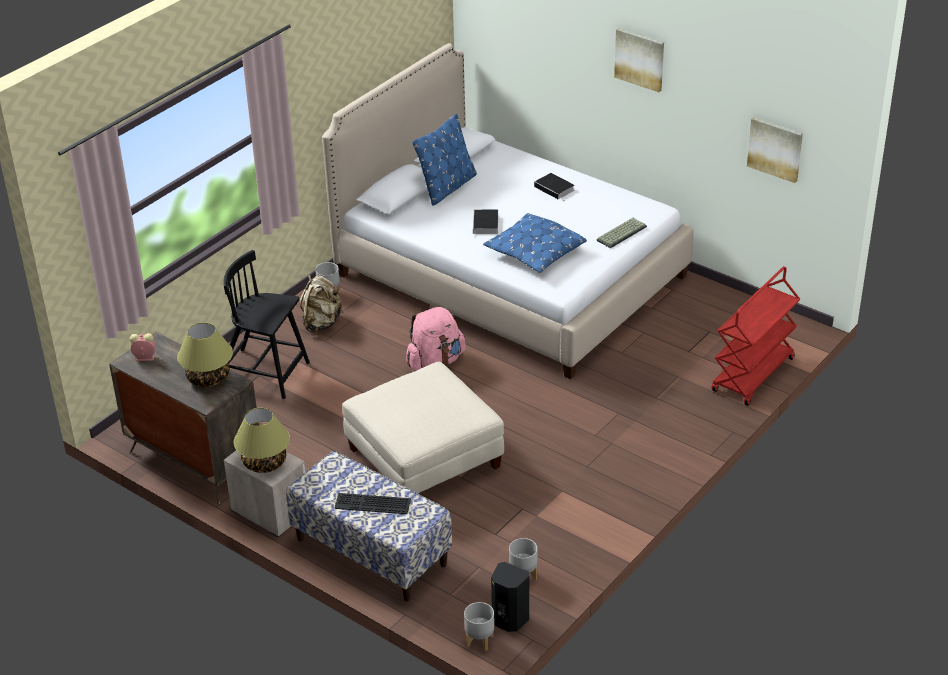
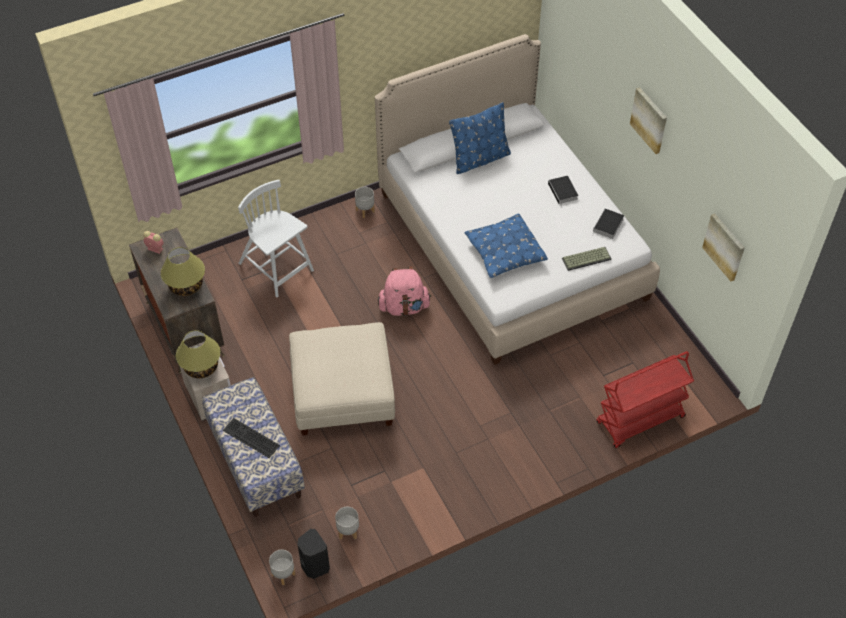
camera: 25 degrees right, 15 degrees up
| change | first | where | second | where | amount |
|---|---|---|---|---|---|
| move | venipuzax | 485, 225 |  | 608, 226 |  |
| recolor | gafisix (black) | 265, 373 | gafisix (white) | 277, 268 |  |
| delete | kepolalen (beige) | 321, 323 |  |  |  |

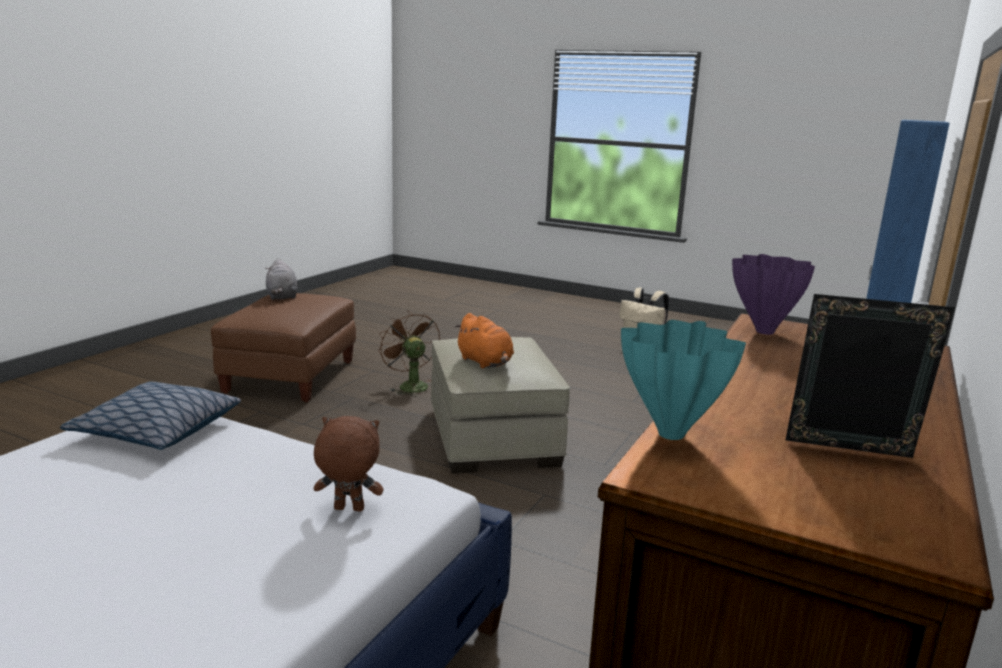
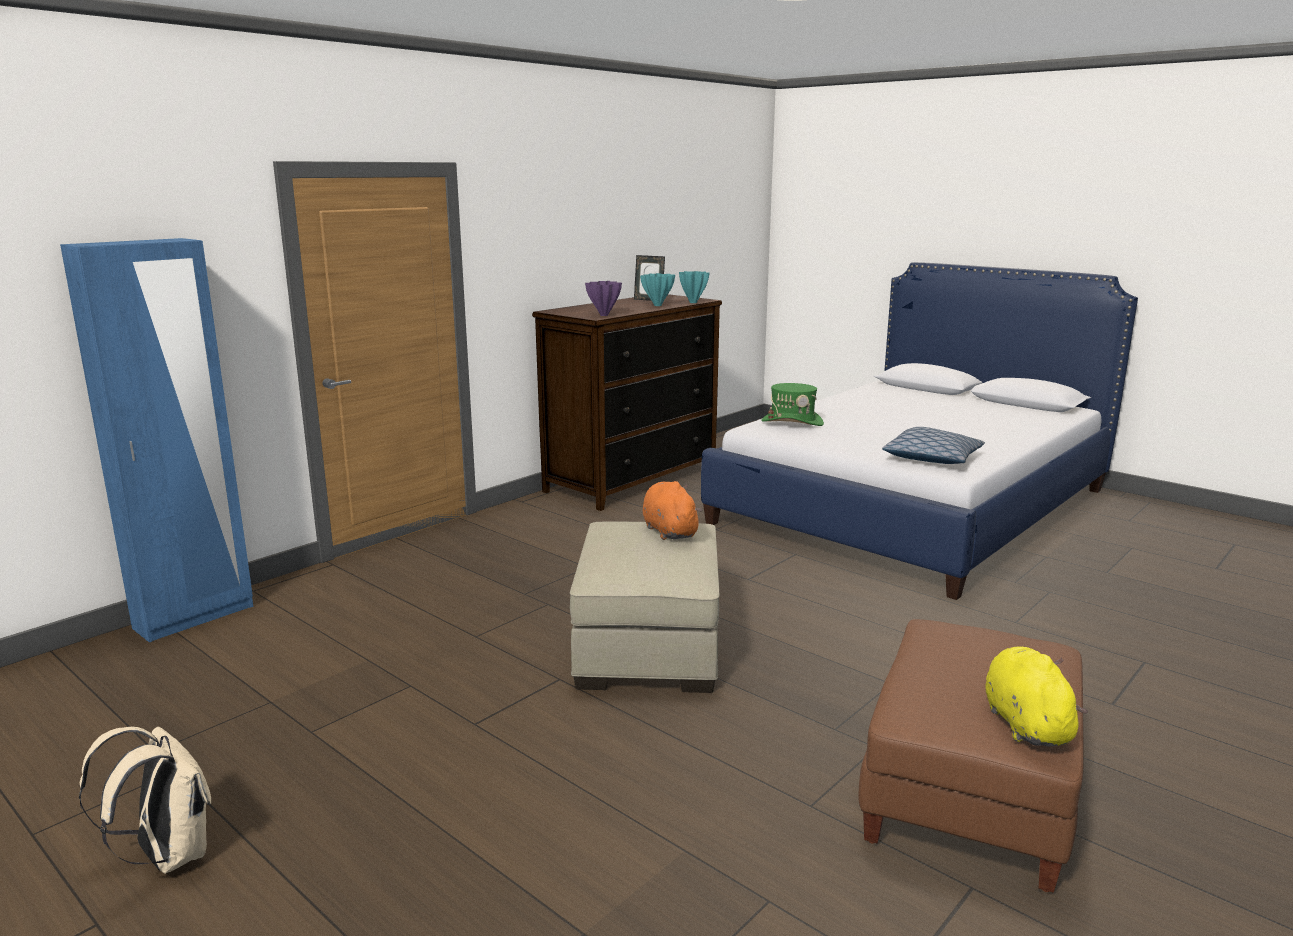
camera: 165 degrees left, 0 degrees up
| change | first | where | second | where | amount |
|---|---|---|---|---|---|
| recolor | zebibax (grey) | 282, 297 | zebibax (yellow) | 1025, 723 |  |
| delete | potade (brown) | 409, 385 |  |  |  |
| replace | zebibax (brown) | 348, 510 | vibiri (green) | 792, 422 |  |
| insert |  |  | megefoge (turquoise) | 658, 305 |  |

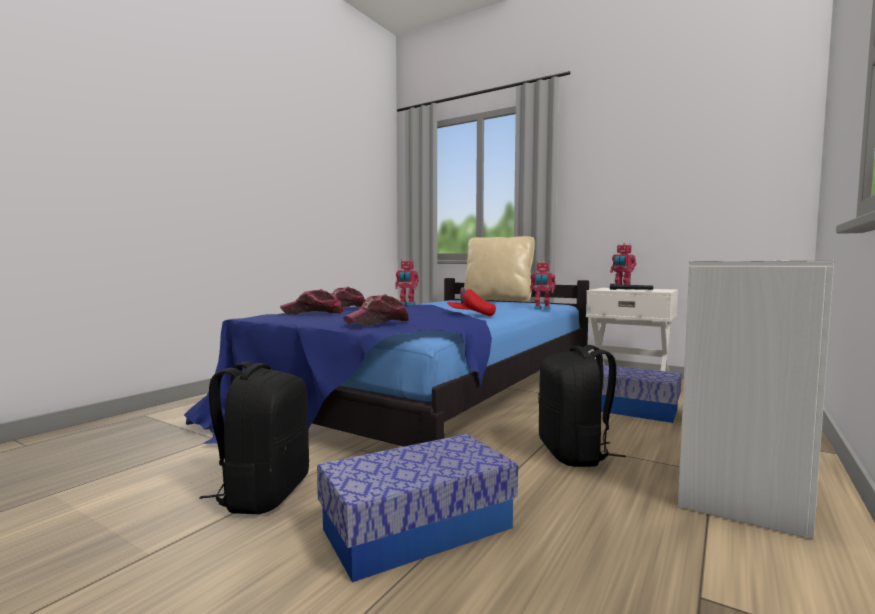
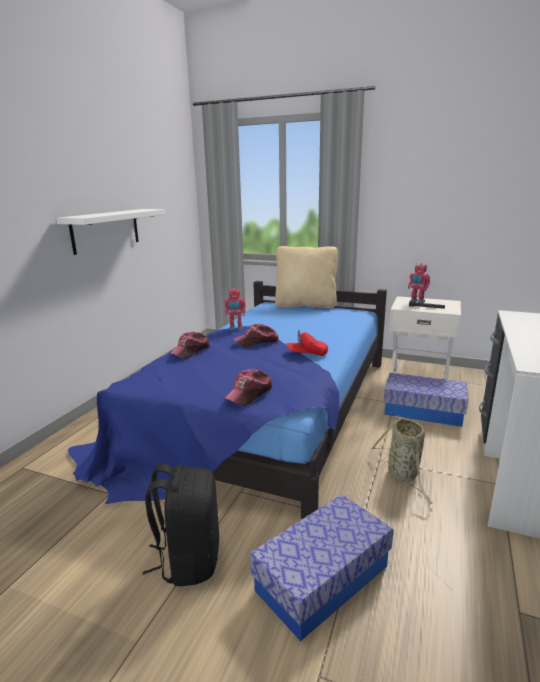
camera: 10 degrees left, 15 degrees up
| change | first | where | second | where | amount |
|---|---|---|---|---|---|
| delete | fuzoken | 542, 309 |  |  |  |
| move | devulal | 313, 313 |  | 257, 342 |  |
| replace | kepolalen (black) | 575, 454 | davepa | 403, 475 |  |
| insert |  |  | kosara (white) | 106, 230 |  |

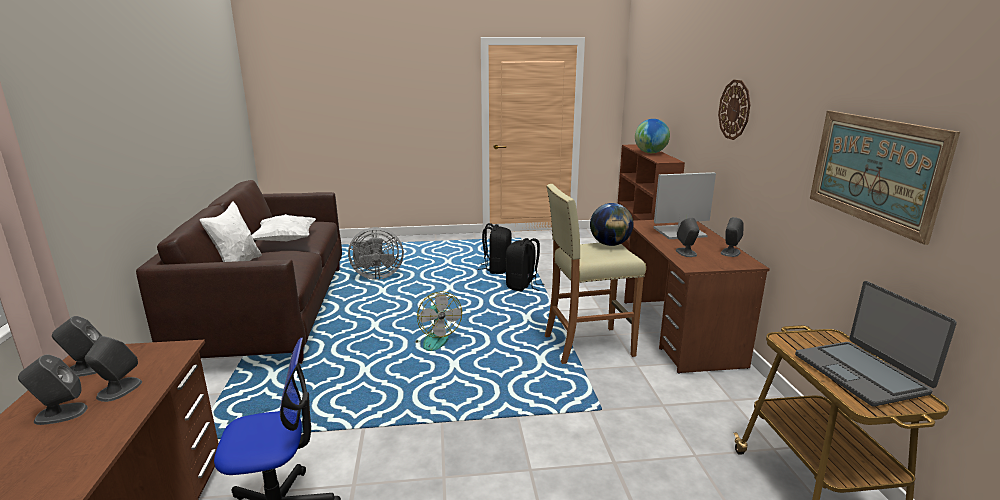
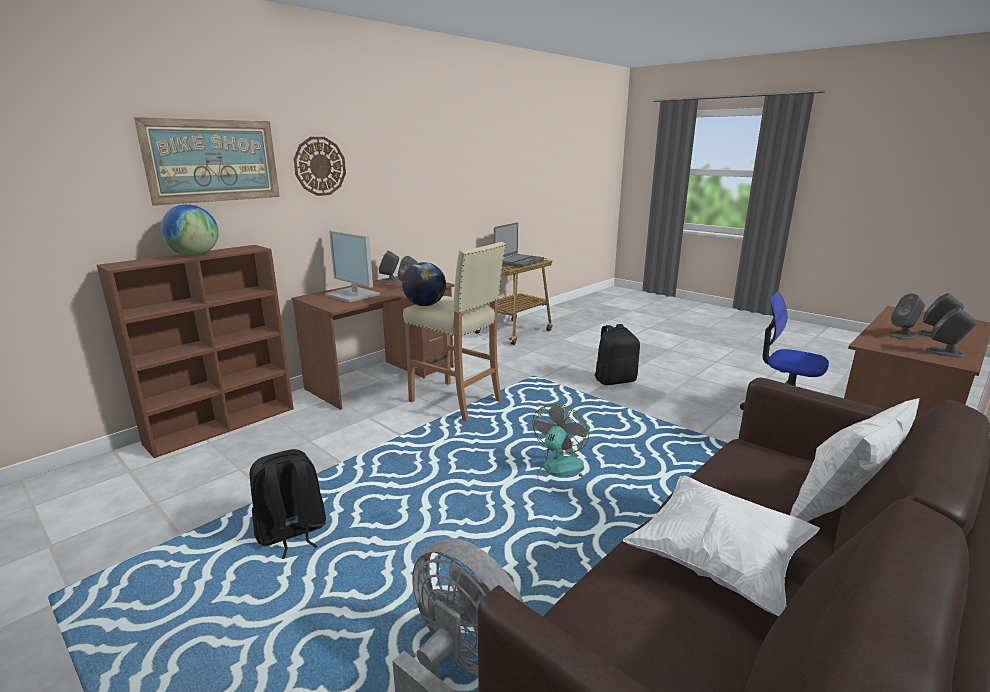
camera: 130 degrees left, 0 degrees up
| change | first | where | second | where | amount |
|---|---|---|---|---|---|
| move | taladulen | 874, 170 |  | 213, 161 |  |
| move | kepolalen (black) | 522, 286 |  | 615, 380 |  |

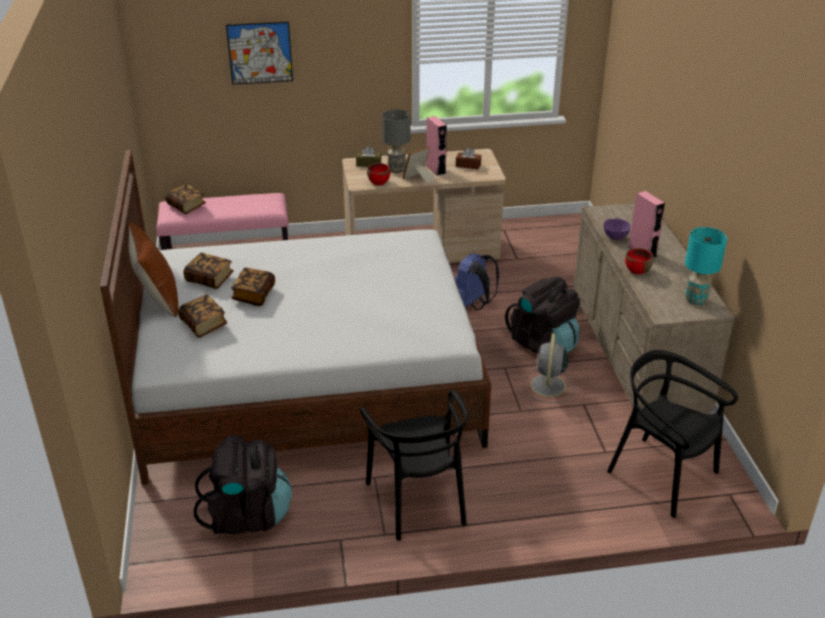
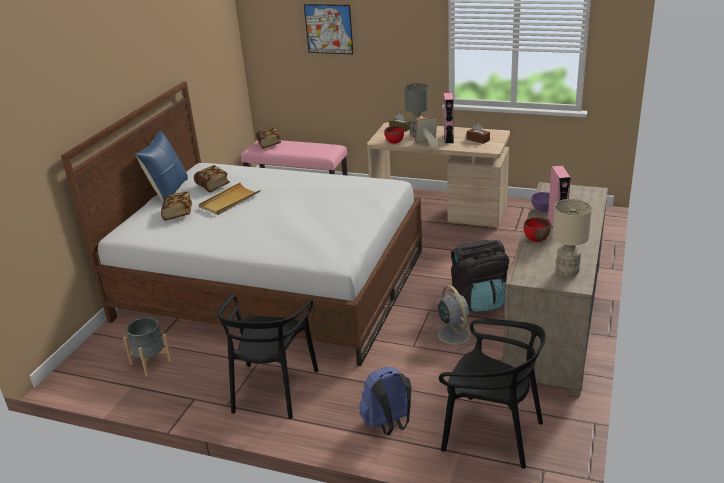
camera: 30 degrees right, 5 degrees down
| change | first | where | second | where | amount |
|---|---|---|---|---|---|
| recolor | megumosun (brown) | 158, 299 | megumosun (blue) | 168, 191 |  |
| recolor | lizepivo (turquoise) | 695, 300 | lizepivo (beige) | 567, 272 |  |
| move | kepolalen (blue) | 473, 304 |  | 388, 425 |  |
| replace | venipuzax | 254, 295 | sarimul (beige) | 229, 201 |  |
| rotate | potade (grey) | 548, 387 |  | 453, 333 | 120 degrees clockwise |
| rotate | gafisix (black) | 662, 475 |  | 492, 433 | 135 degrees clockwise |
| replace | kepolalen (black) | 247, 515 | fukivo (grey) | 151, 362 |  |

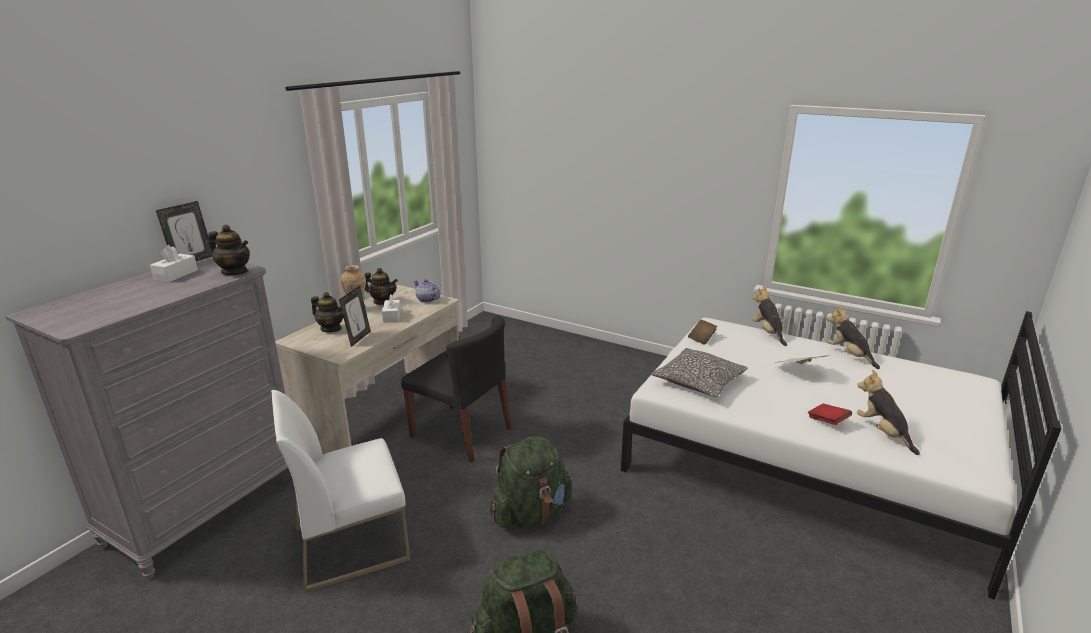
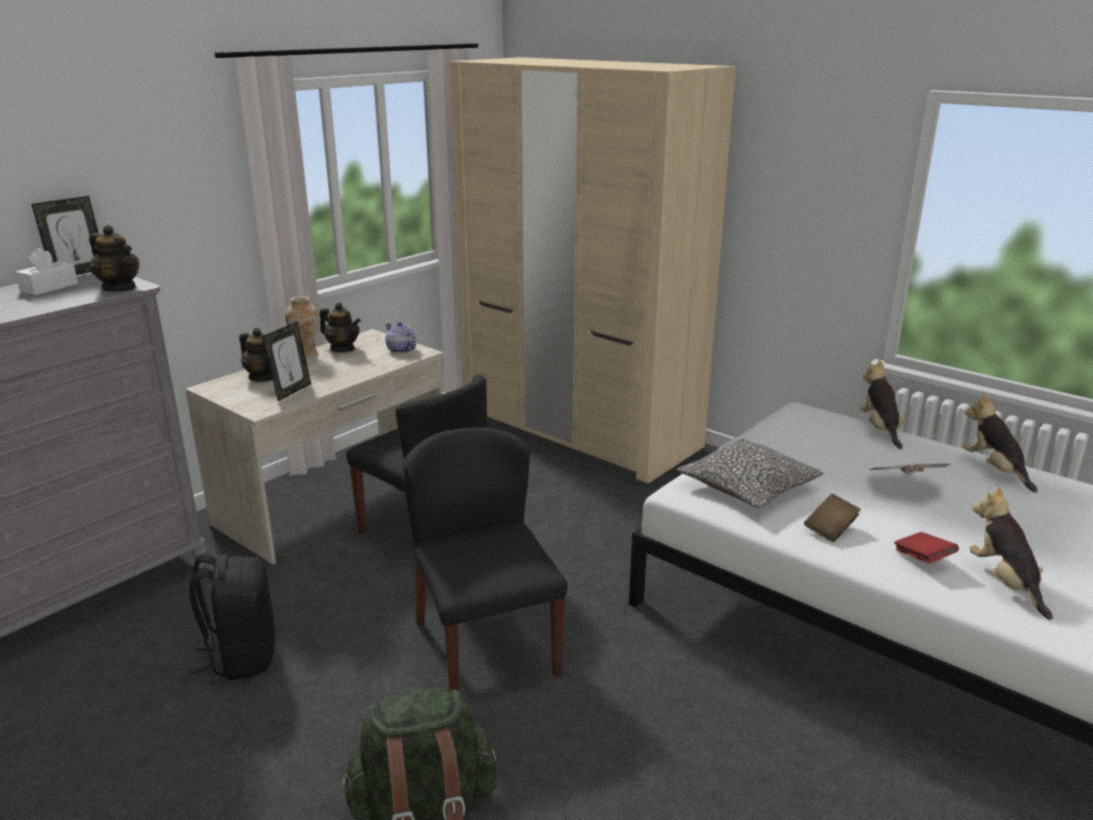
camera: 10 degrees right, 0 degrees up
| change | first | where | second | where | amount |
|---|---|---|---|---|---|
| delete | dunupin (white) | 392, 316 |  |  |  |
| move | venipuzax (brown) | 702, 338 |  | 830, 529 |  |
| replace | gafisix (white) | 352, 542 | kepolalen (black) | 242, 656 |  |
| replace | kepolalen (green) | 531, 513 | gafisix (black) | 485, 647 |  |
| insert |  |  | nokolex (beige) | 579, 430 |  |

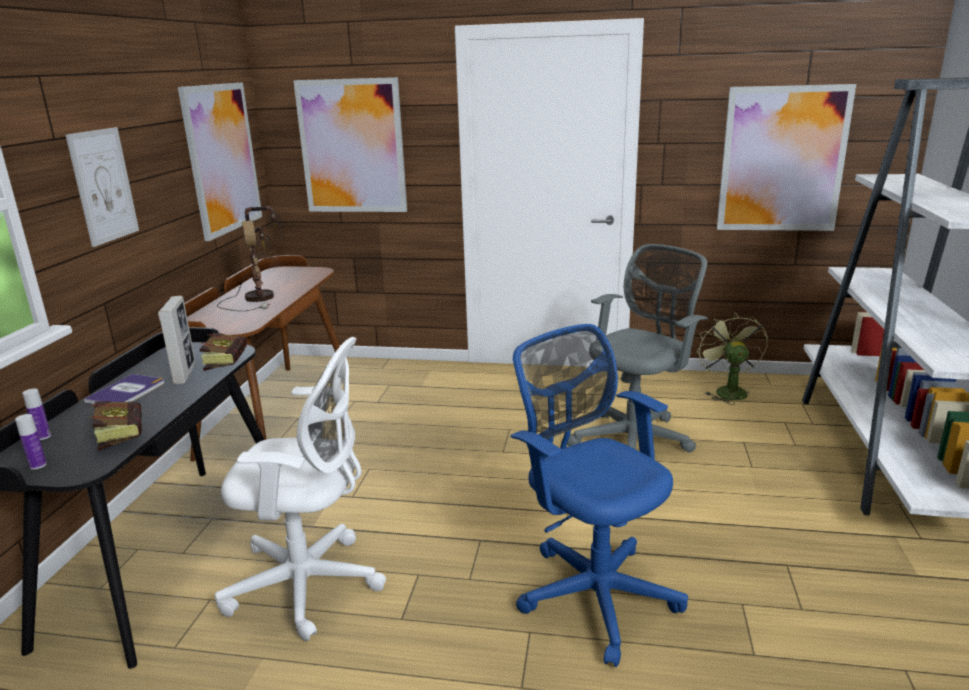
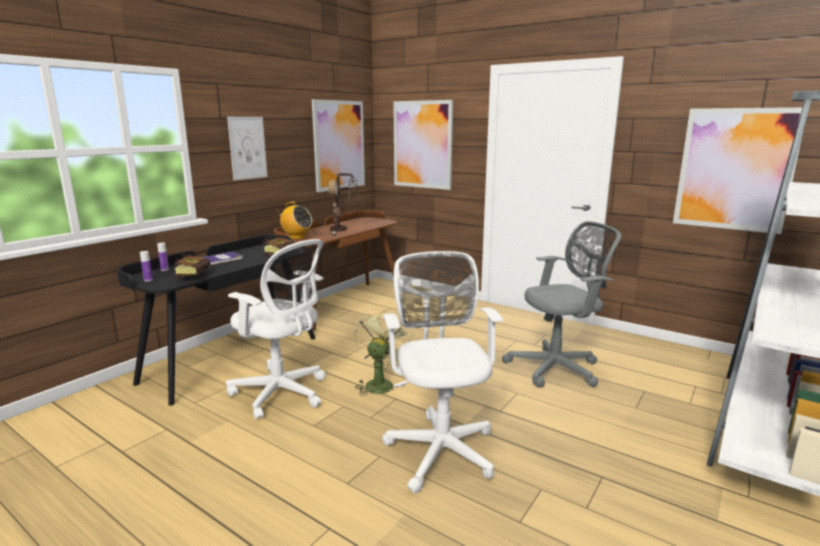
camera: 25 degrees right, 5 degrees down
| change | first | where | second | where | amount |
|---|---|---|---|---|---|
| delete | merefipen | 185, 374 |  |  |  |
| move | potade (green) | 727, 391 |  | 381, 383 |  |
| recolor | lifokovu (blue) | 593, 591 | lifokovu (white) | 440, 447 |  |
| insert |  |  | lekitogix | 296, 237 |  |

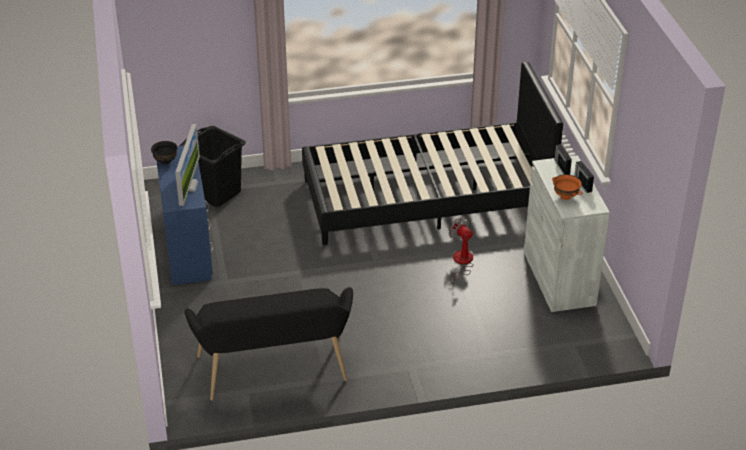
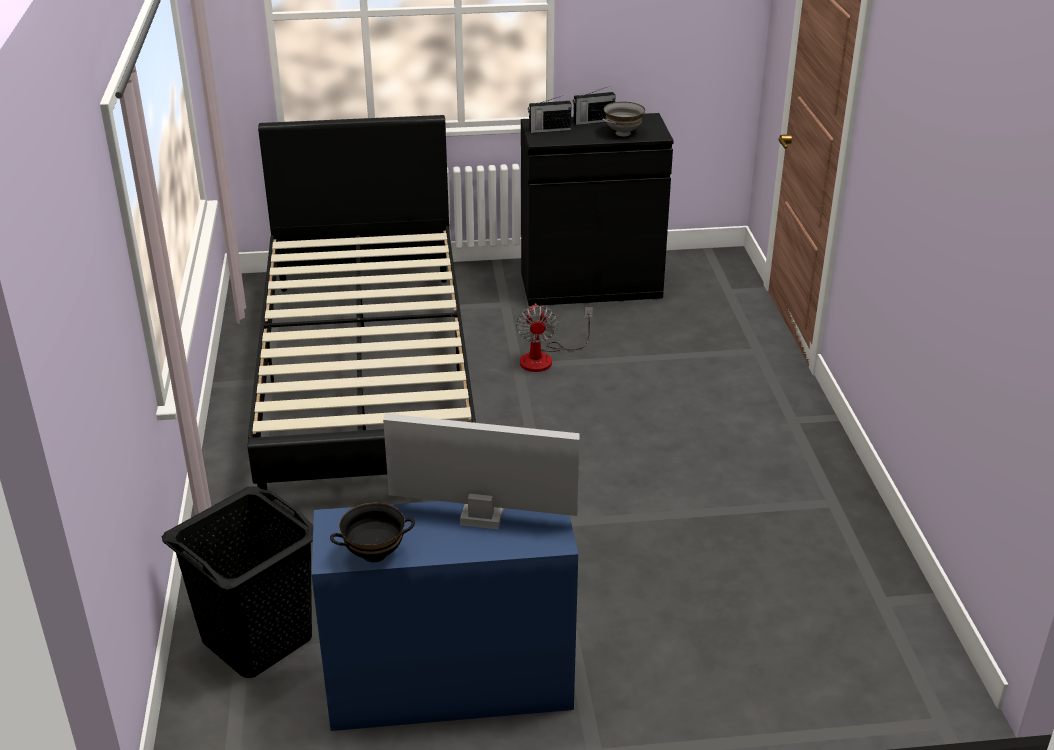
camera: 85 degrees left, 5 degrees down
| change | first | where | second | where | amount |
|---|---|---|---|---|---|
| recolor | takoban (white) | 559, 278 | takoban (black) | 590, 285 |  |
| recolor | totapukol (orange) | 565, 197 | totapukol (grey) | 623, 133 |  |
| rotate | potade | 461, 263 |  | 545, 358 | 60 degrees counterclockwise |
| delete | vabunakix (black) | 275, 373 |  |  |  |

